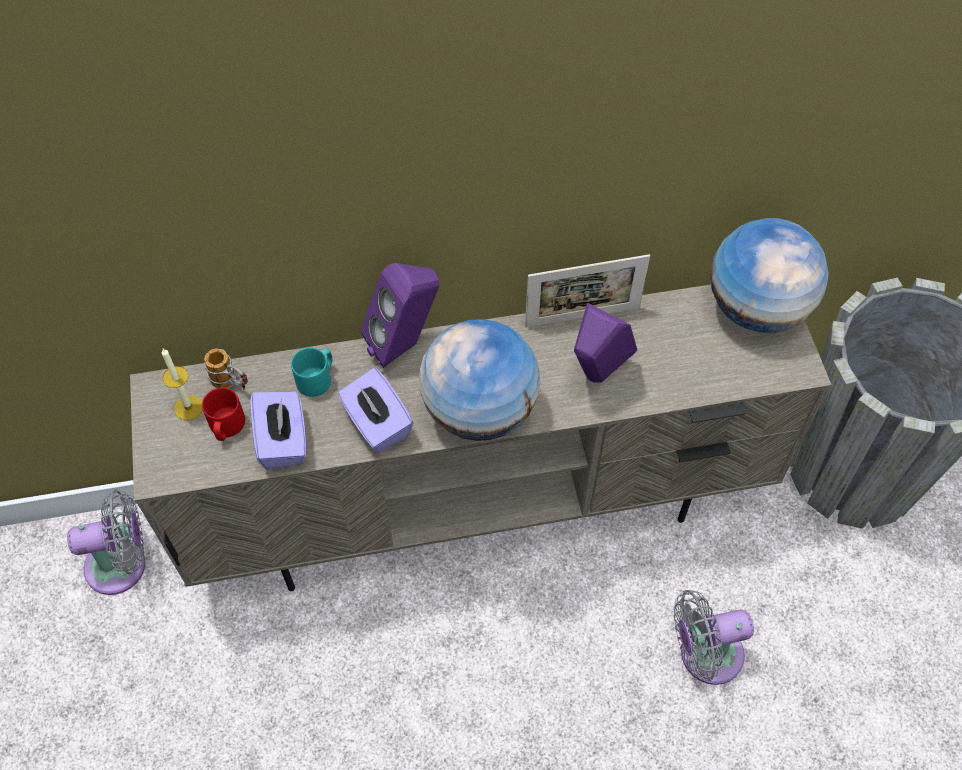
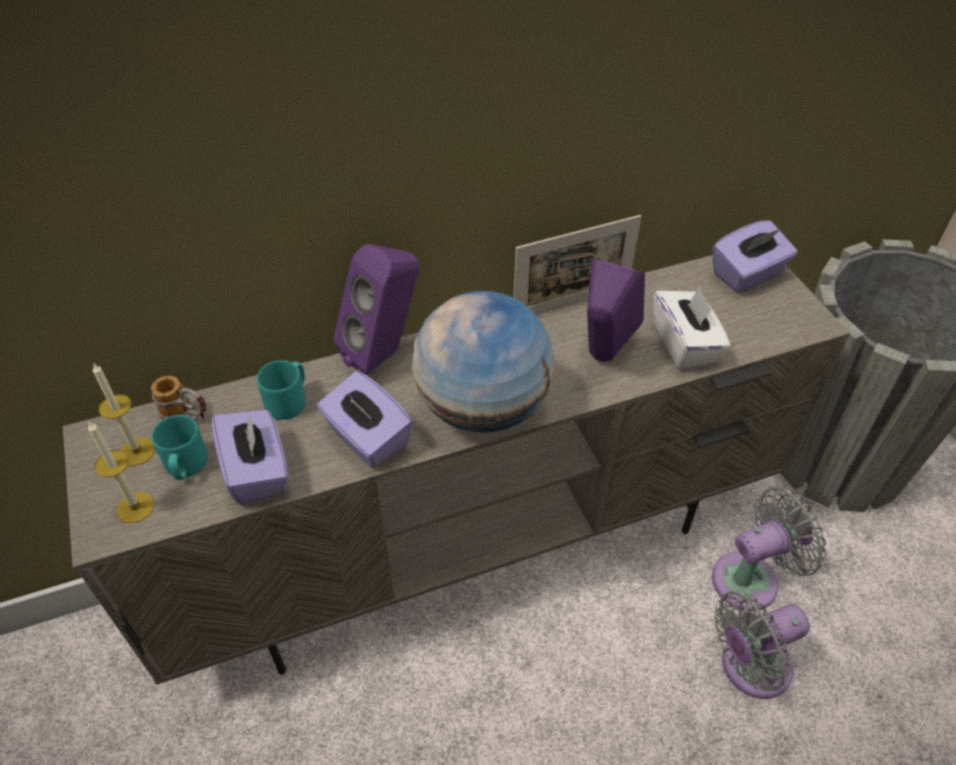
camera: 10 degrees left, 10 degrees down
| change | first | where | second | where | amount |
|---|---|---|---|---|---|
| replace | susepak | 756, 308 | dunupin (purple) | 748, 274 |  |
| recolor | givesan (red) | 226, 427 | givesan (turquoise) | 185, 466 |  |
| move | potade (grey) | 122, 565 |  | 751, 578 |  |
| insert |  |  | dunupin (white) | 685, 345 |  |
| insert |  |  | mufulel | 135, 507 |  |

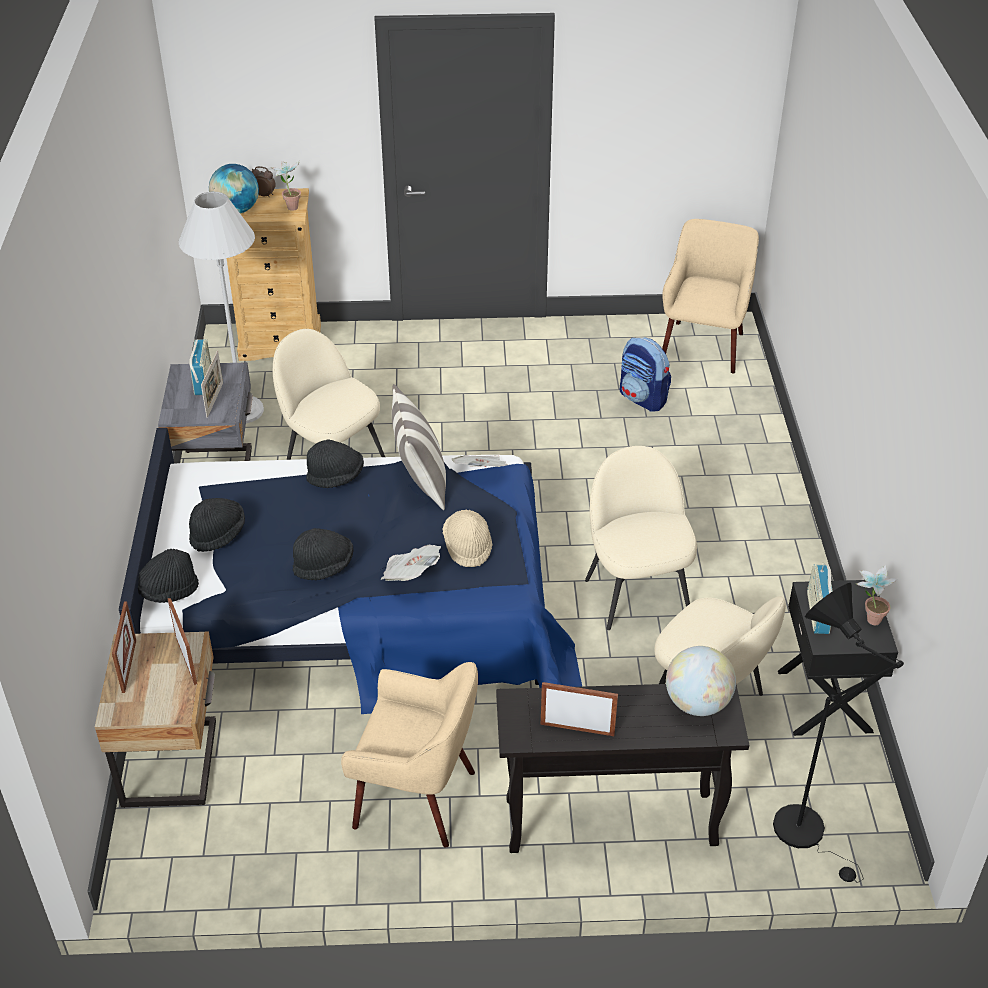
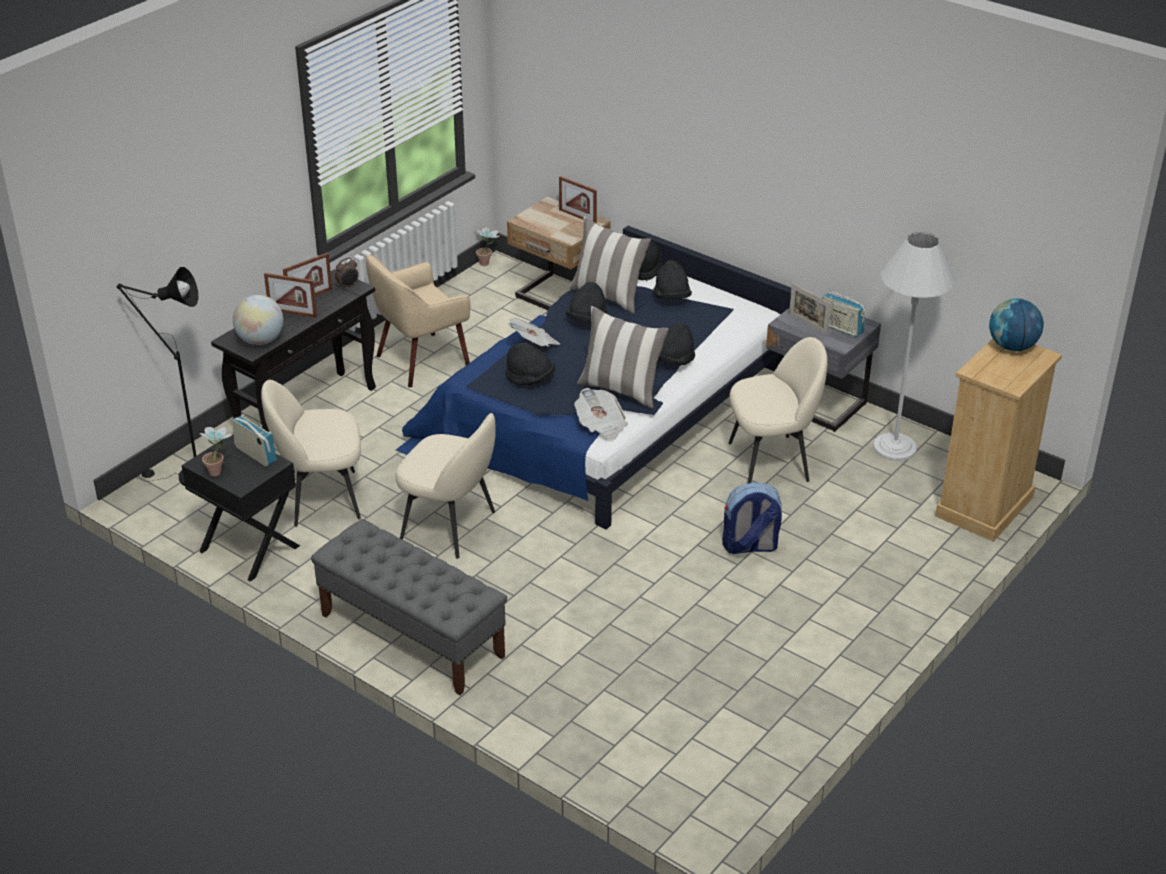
camera: 130 degrees right, 5 degrees down
| change | first | where | second | where | amount |
|---|---|---|---|---|---|
| move | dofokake | 290, 206 |  | 487, 264 |  |
| move | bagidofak | 264, 195 |  | 348, 286 |  |
| delete | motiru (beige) | 703, 346 |  |  |  |
| move | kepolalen | 643, 398 |  | 749, 546 |  |
| recolor | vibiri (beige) | 468, 547 | vibiri (black) | 530, 379 |  |
| move | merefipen | 186, 660 |  | 292, 313 |  |
| insert |  |  | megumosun | 608, 296 |  |
| insert |  |  | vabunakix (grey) | 411, 635 |  |

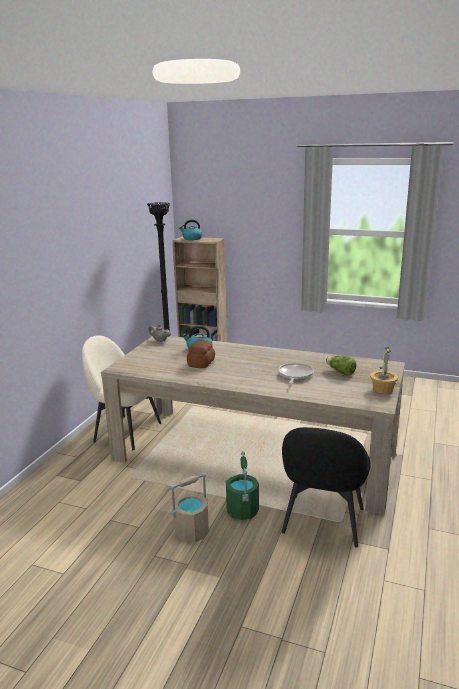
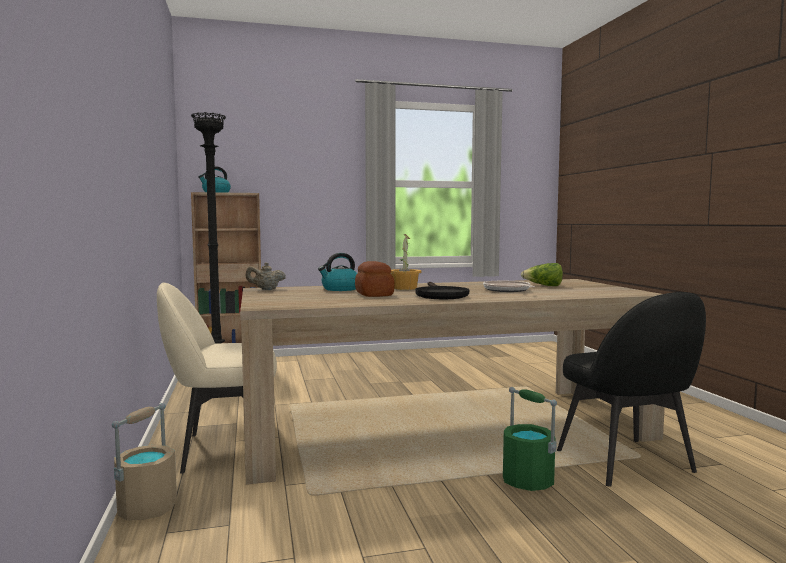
camera: 35 degrees left, 15 degrees down
| change | first | where | second | where | amount |
|---|---|---|---|---|---|
| move | dofokake | 382, 389 |  | 404, 288 |  |
| move | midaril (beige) | 192, 531 |  | 147, 508 |  |
| insert |  |  | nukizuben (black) | 440, 295 |  |

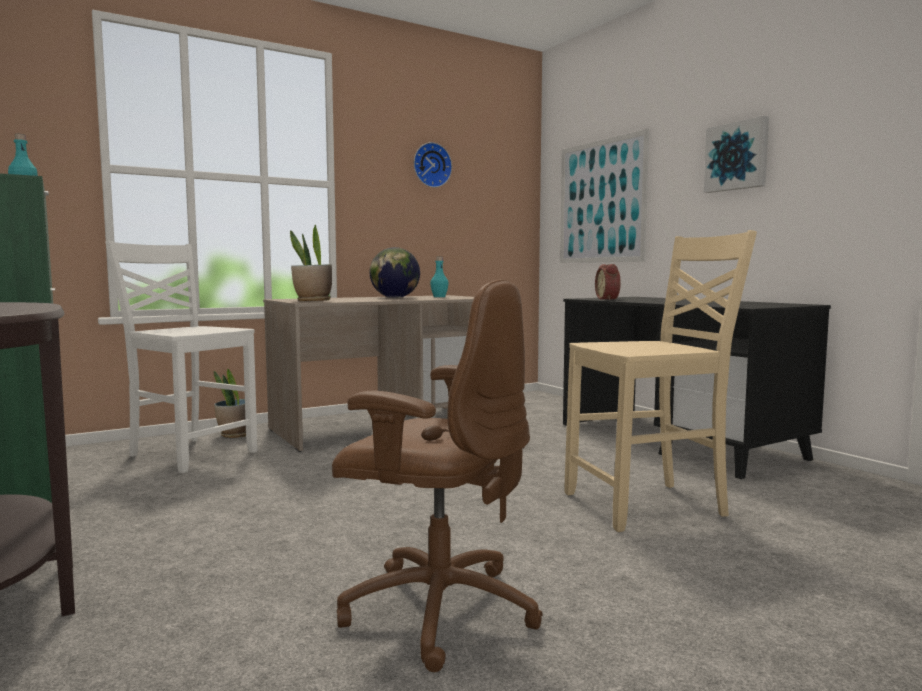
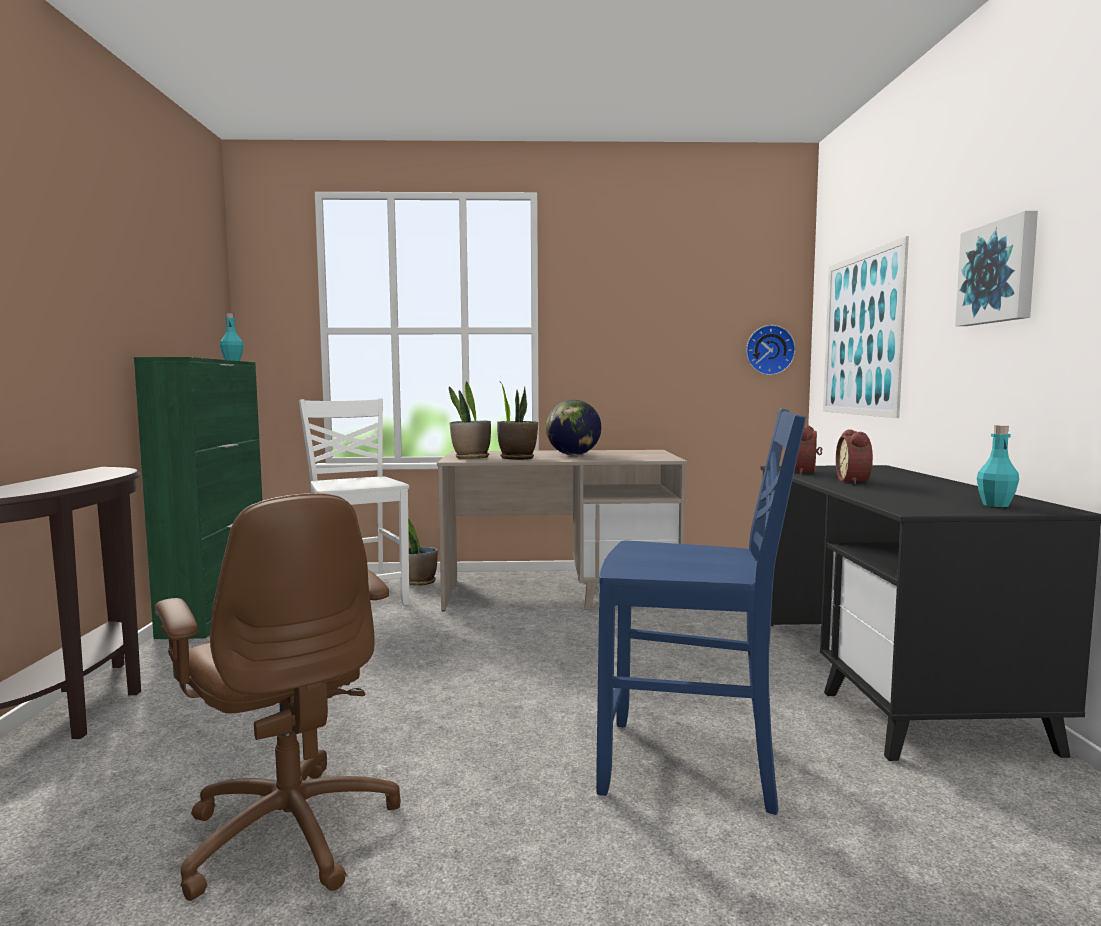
camera: 30 degrees right, 0 degrees up
| change | first | where | second | where | amount |
|---|---|---|---|---|---|
| move | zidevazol | 431, 165 |  | 769, 350 |  |
| recolor | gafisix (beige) | 648, 505 | gafisix (blue) | 692, 767 |  |
| move | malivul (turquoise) | 439, 297 |  | 995, 505 |  |
| insert |  |  | dofokake | 517, 458 |  |
| insert |  |  | bagidofak | 855, 481 |  |

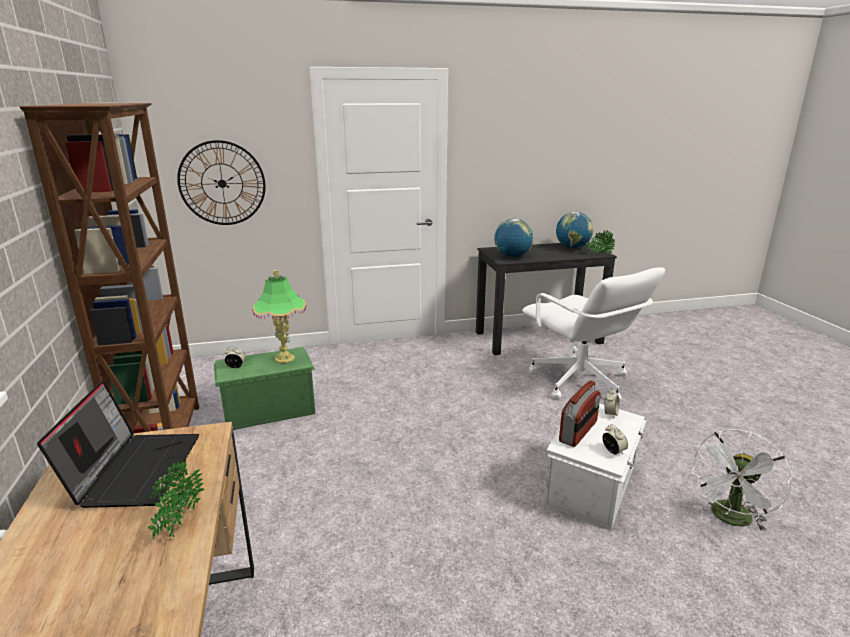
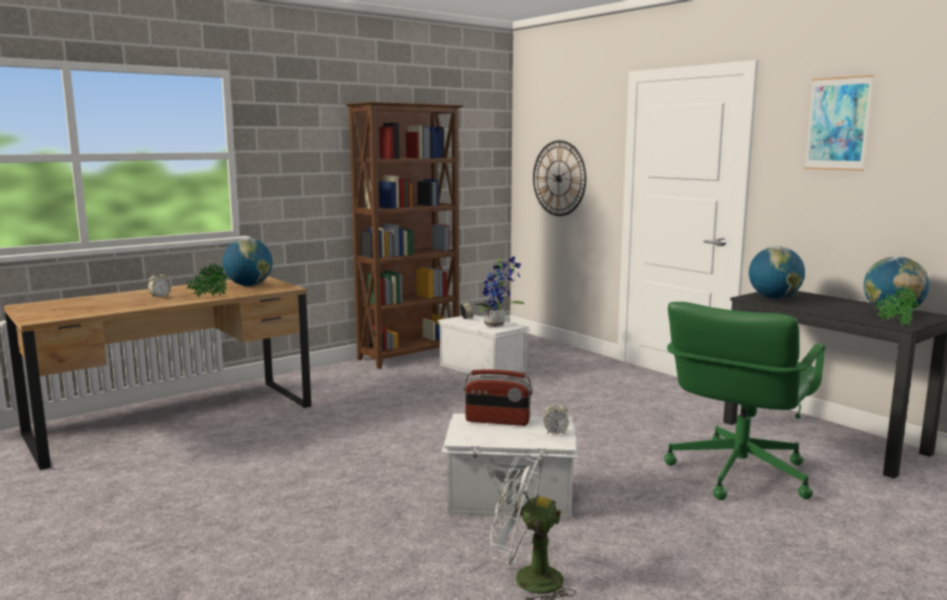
camera: 65 degrees right, 10 degrees down
| change | first | where | second | where | amount |
|---|---|---|---|---|---|
| recolor | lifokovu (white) | 580, 381 | lifokovu (green) | 737, 474 |  |
| replace | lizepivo | 285, 358 | dofokake | 497, 325 |  |
| recolor | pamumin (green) | 268, 408 | pamumin (white) | 483, 367 |  |
| replace | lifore | 134, 469 | susepak | 249, 285 |  |
| move | bagidofak | 613, 451 |  | 160, 297 |  |
| insert |  |  | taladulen | 838, 124 |  |

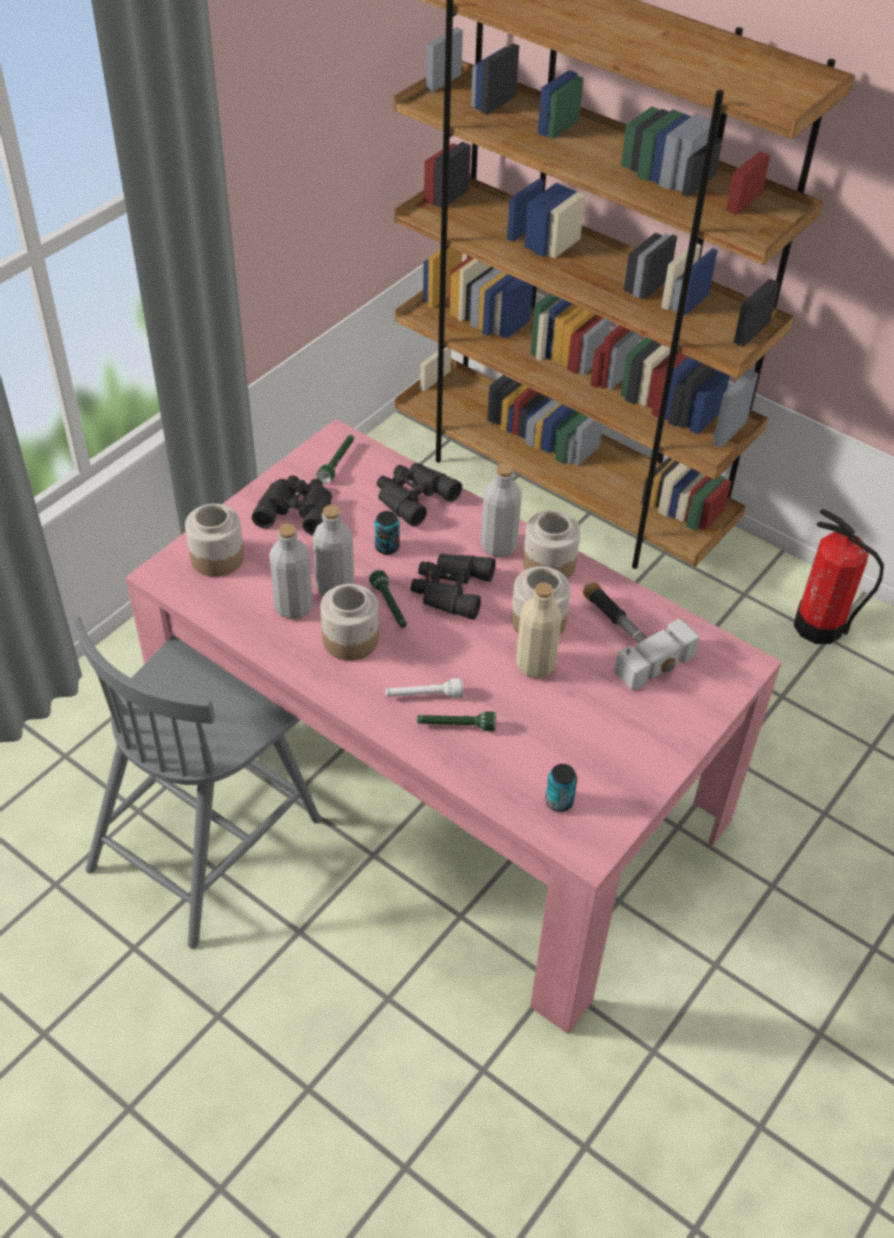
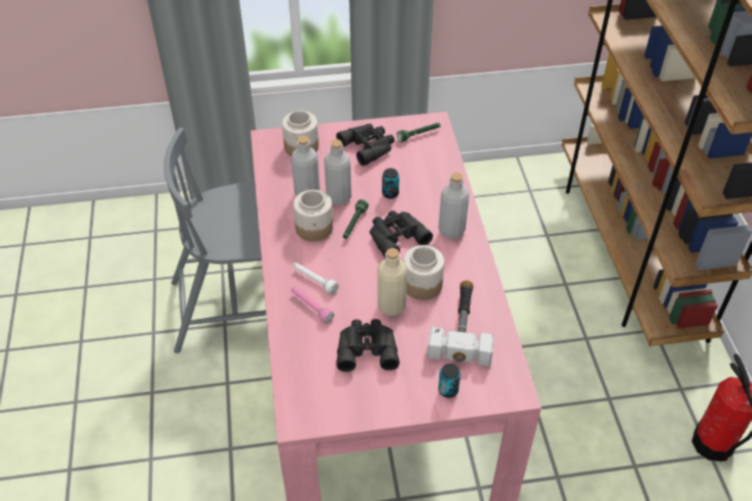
camera: 45 degrees right, 0 degrees up
| change | first | where | second | where | amount |
|---|---|---|---|---|---|
| move | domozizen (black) | 412, 496 |  | 366, 348 |  |
| delete | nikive | 548, 564 |  |  |  |
| recolor | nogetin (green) | 456, 726 | nogetin (pink) | 311, 307 |  |
| move | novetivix | 559, 801 |  | 448, 390 |  |

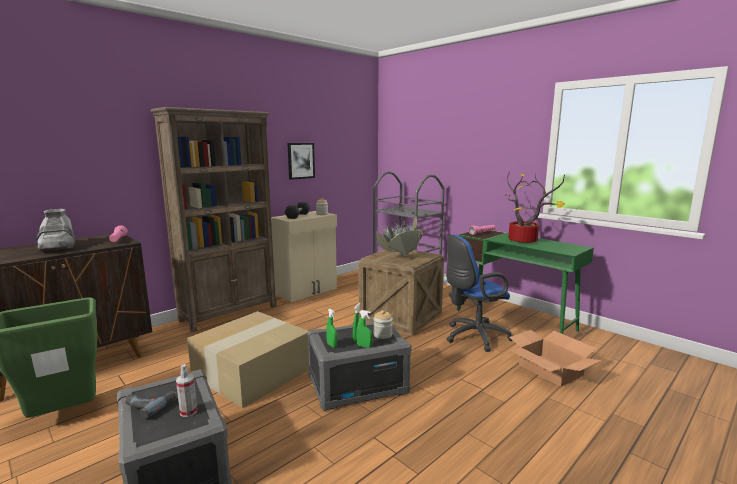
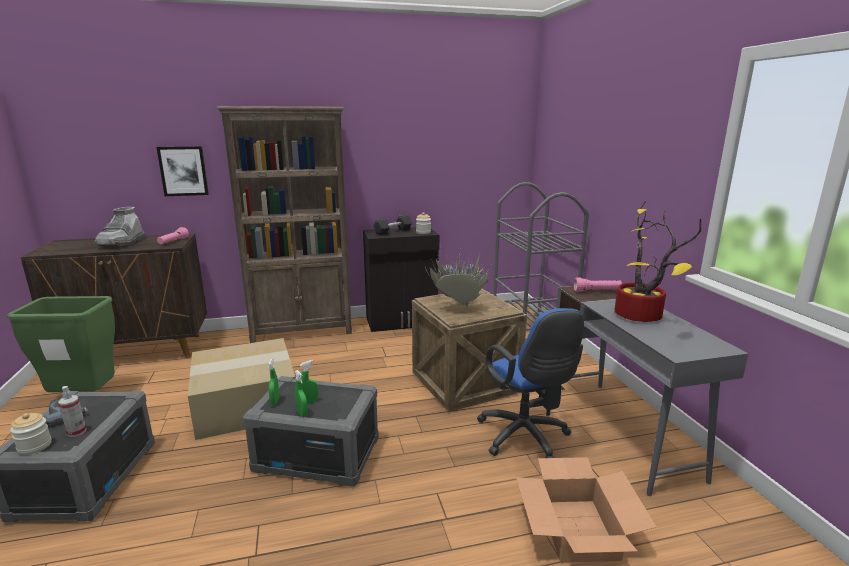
camera: 30 degrees right, 5 degrees up
| change | first | where | second | where | amount |
|---|---|---|---|---|---|
| move | taladulen | 300, 160 |  | 183, 171 |  |
| recolor | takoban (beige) | 307, 291 | takoban (black) | 402, 322 |  |
| recolor | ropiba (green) | 515, 320 | ropiba (grey) | 621, 432 |  |
| rotate | lifokovu (blue) | 473, 337 |  | 526, 439 | 120 degrees counterclockwise |
| move | nikive | 382, 334 |  | 35, 446 |  |

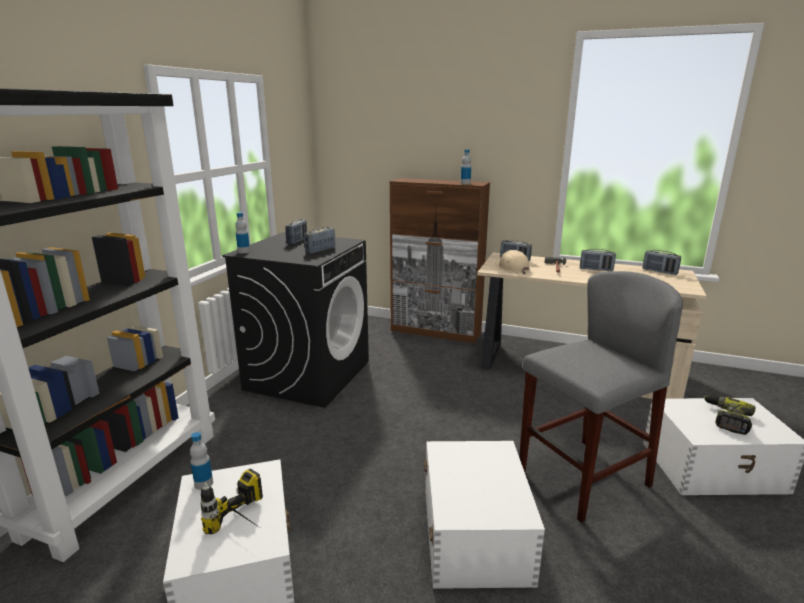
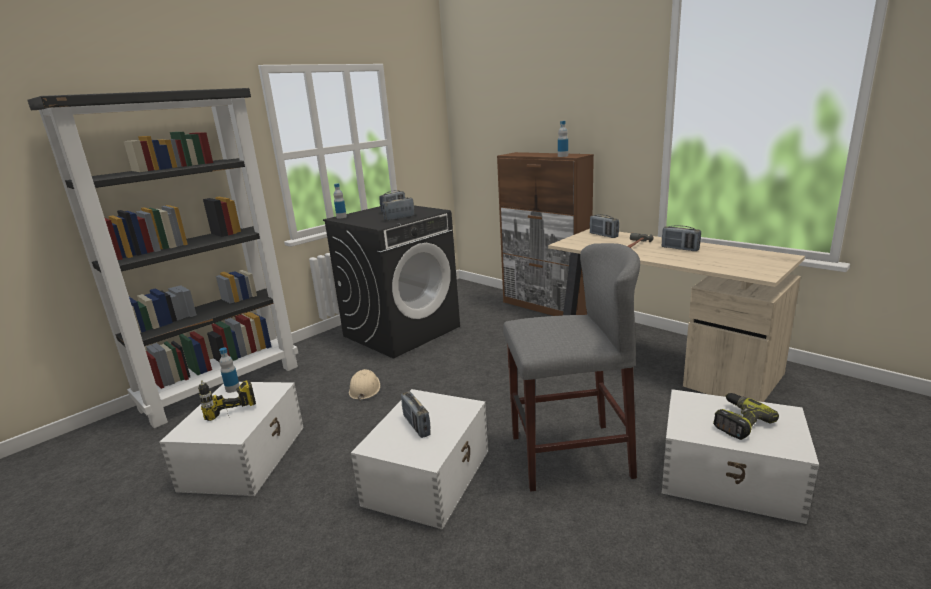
camera: 25 degrees right, 0 degrees up
| change | first | where | second | where | amount |
|---|---|---|---|---|---|
| move | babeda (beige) | 512, 268 |  | 365, 389 |  |
| move | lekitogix | 659, 271 |  | 416, 426 |  |

